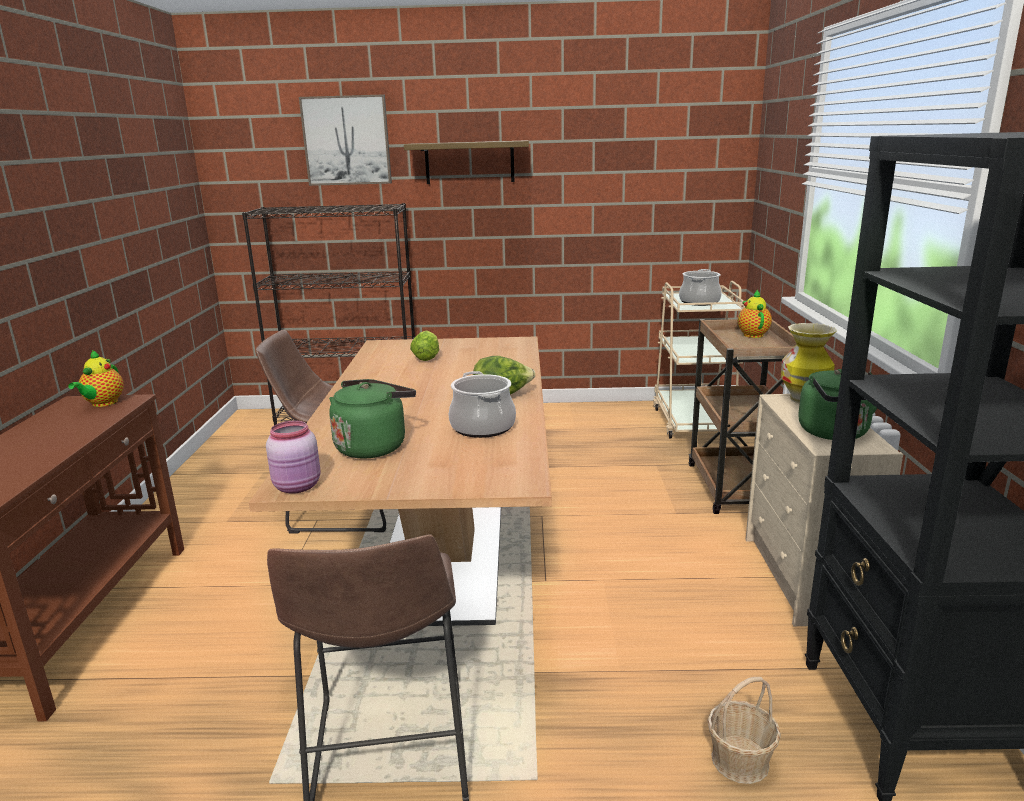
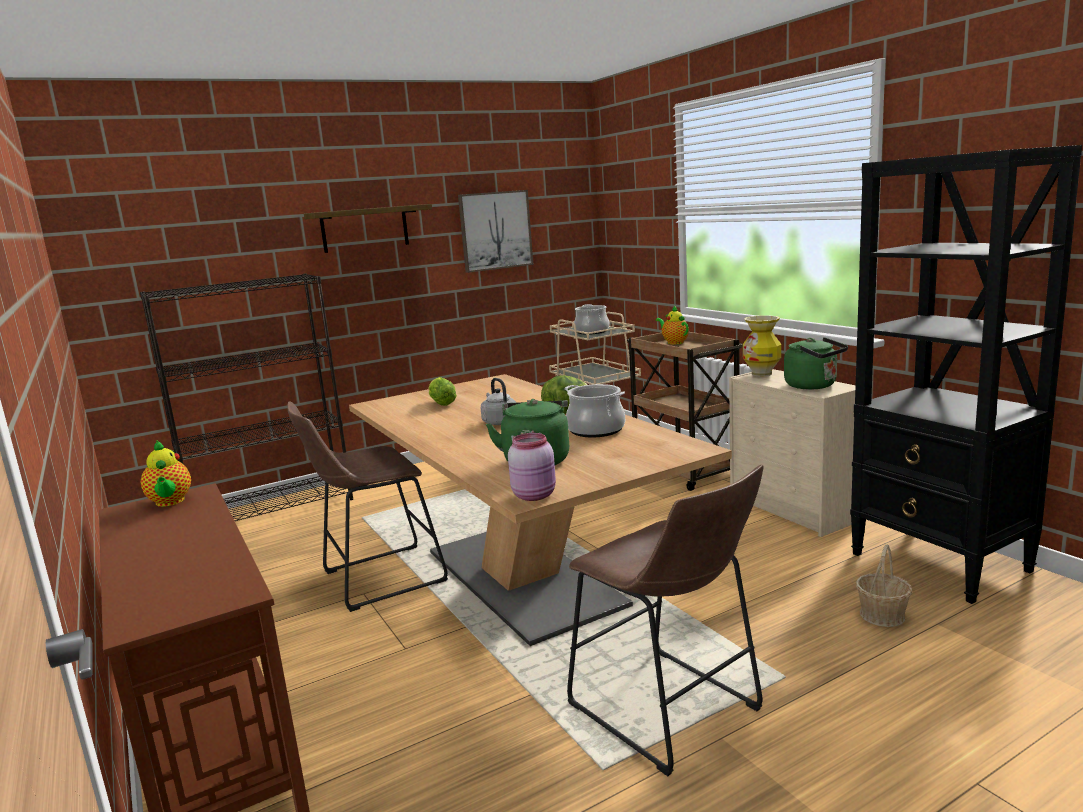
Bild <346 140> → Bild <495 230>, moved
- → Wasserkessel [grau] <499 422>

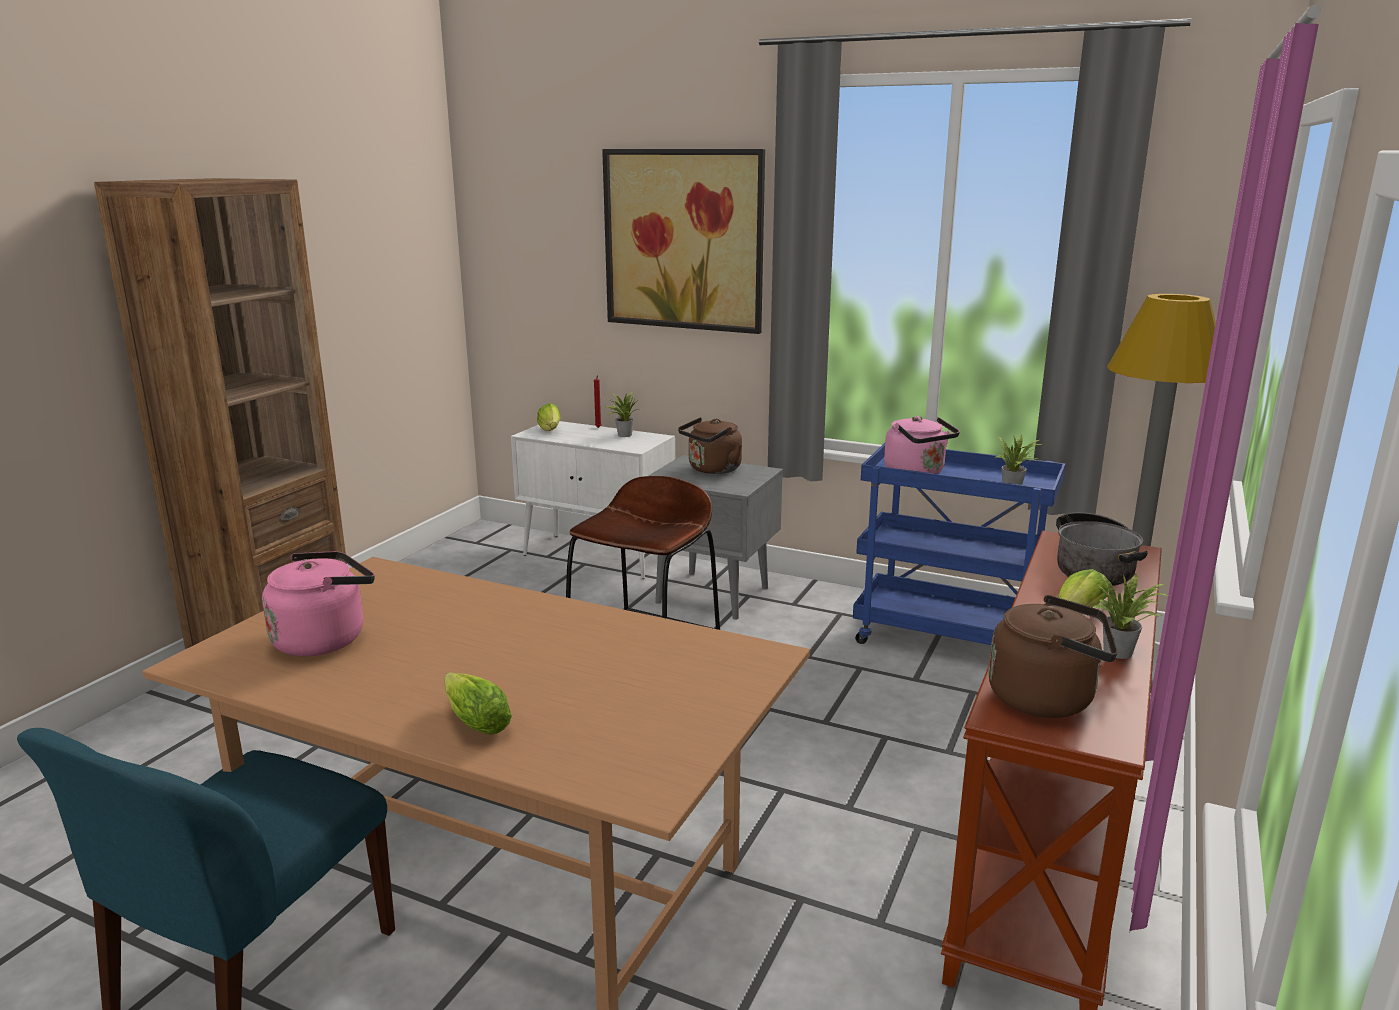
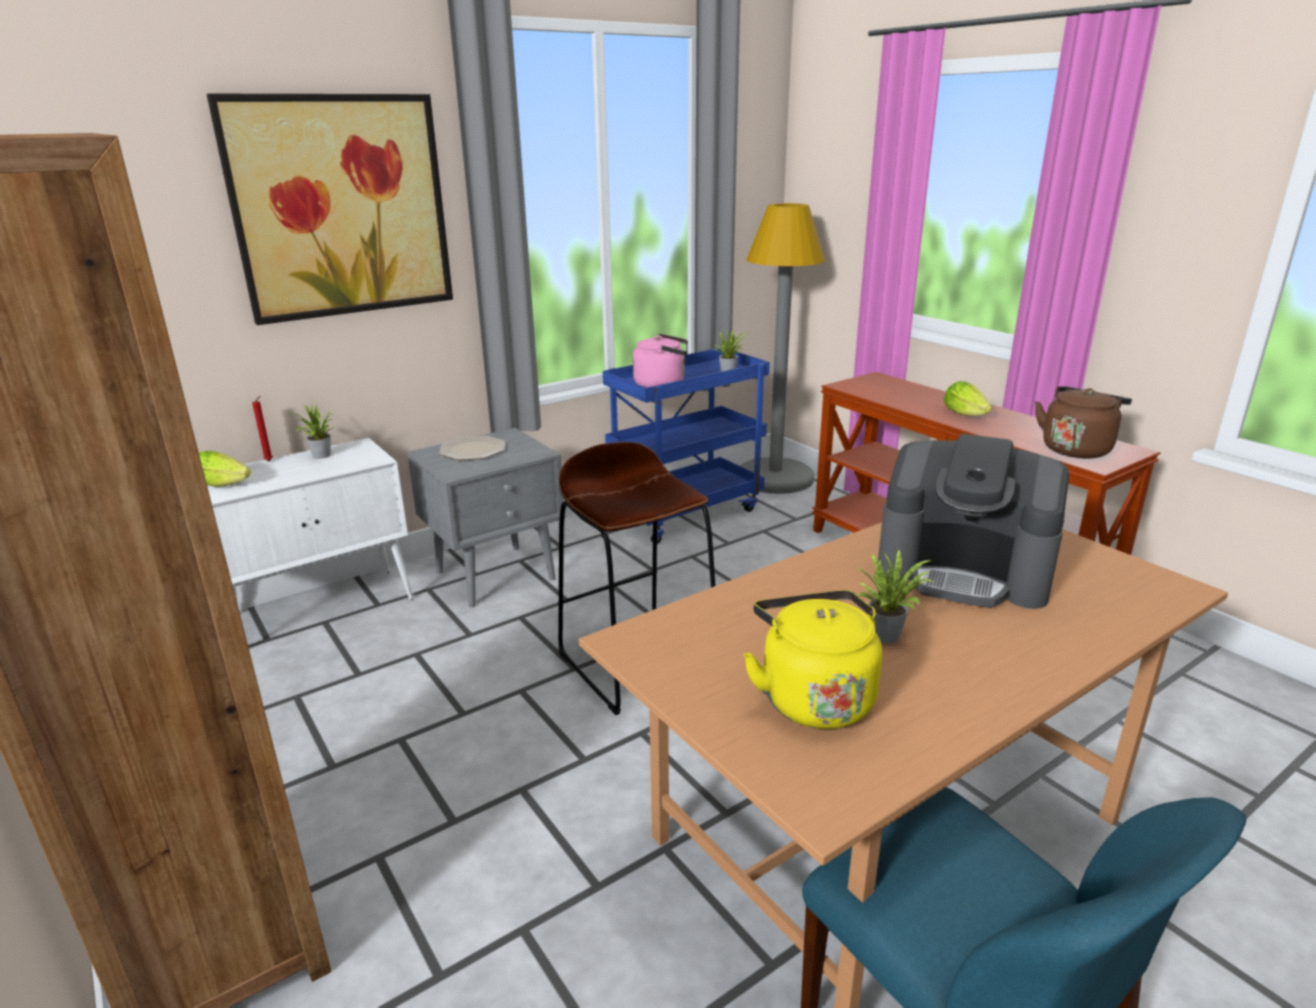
Wasserkessel [braun] <712 470> → Teller <472 450>
Kochtopf <1093 567> → -
Wasserkessel [rosa] <324 639> → Wasserkessel [gelb] <813 697>
Topfpflanze <1121 652> → Topfpflanze <886 634>, moved
Salatkopf <474 720> → -
- → Kaffeemaschine <964 571>

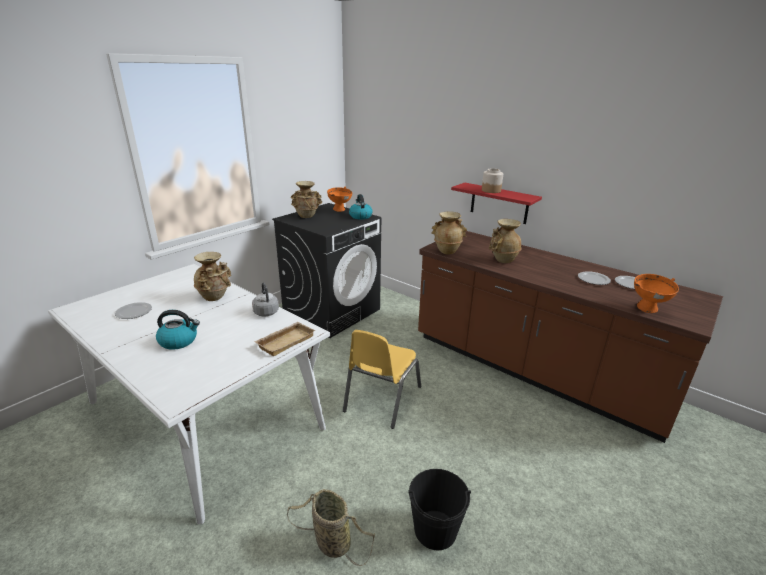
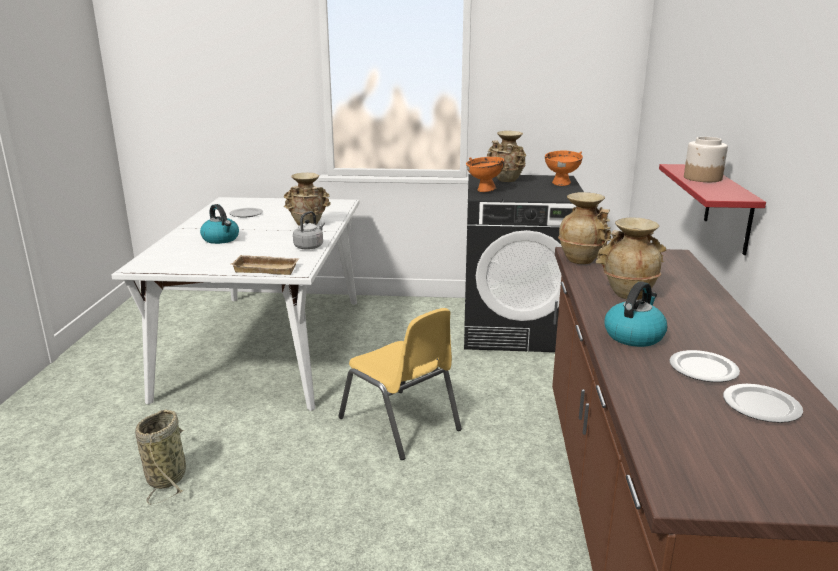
Wasserkessel <360 216> → Wasserkessel <634 335>, moved
Schüssel [orange] <648 310> → Schüssel [orange] <484 191>, moved
Stuhl [gelb] <381 398> → Stuhl [gelb] <400 424>, 120 degrees counterclockwise
Eimer [schwarz] <435 530> → -

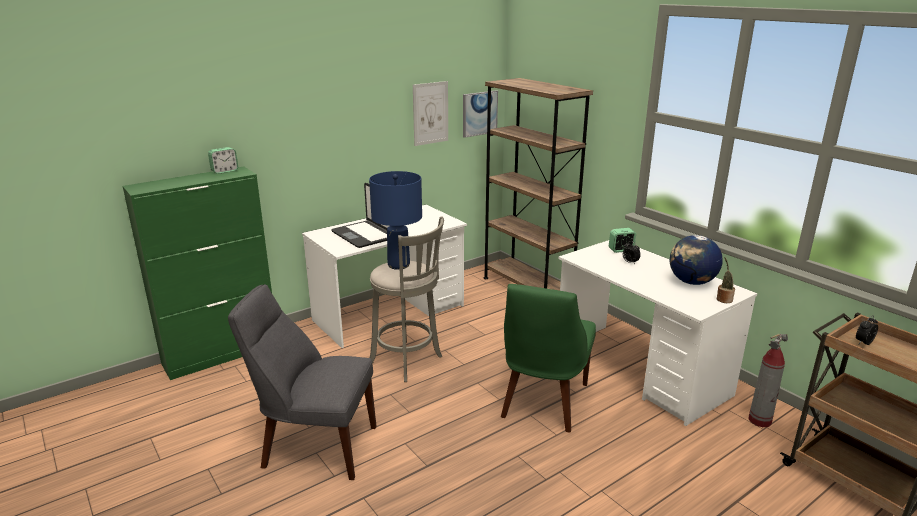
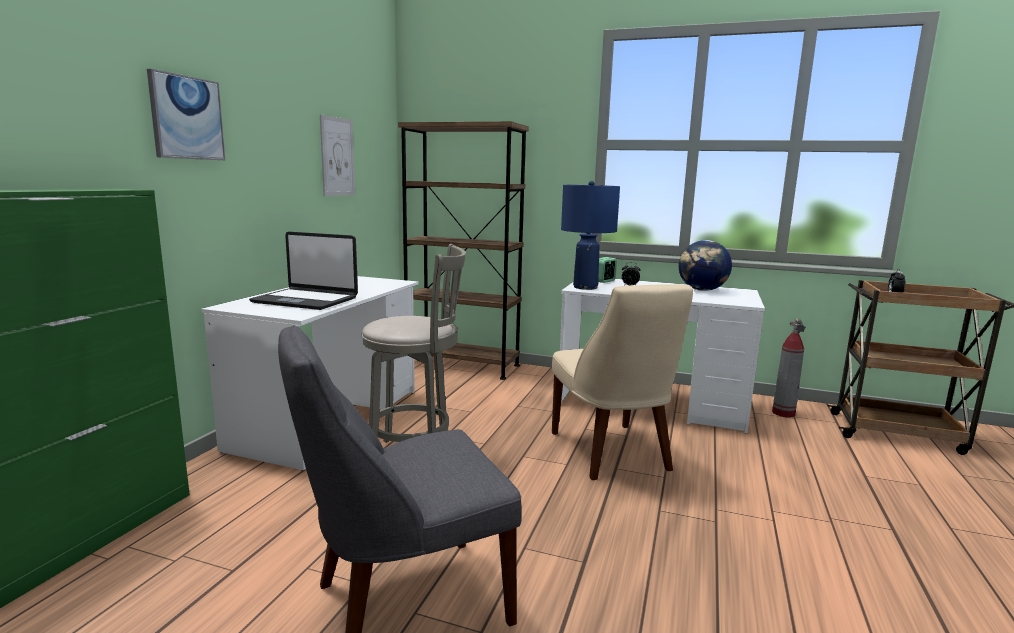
Bild <479 113> → Bild <186 118>, moved
Wecker <224 171> → -
Tischlampe [blau] <398 265> → Tischlampe [blau] <585 287>, moved
Topfpflanze <723 299> → -
Stuhl [grün] <543 403> → Stuhl [beige] <612 453>

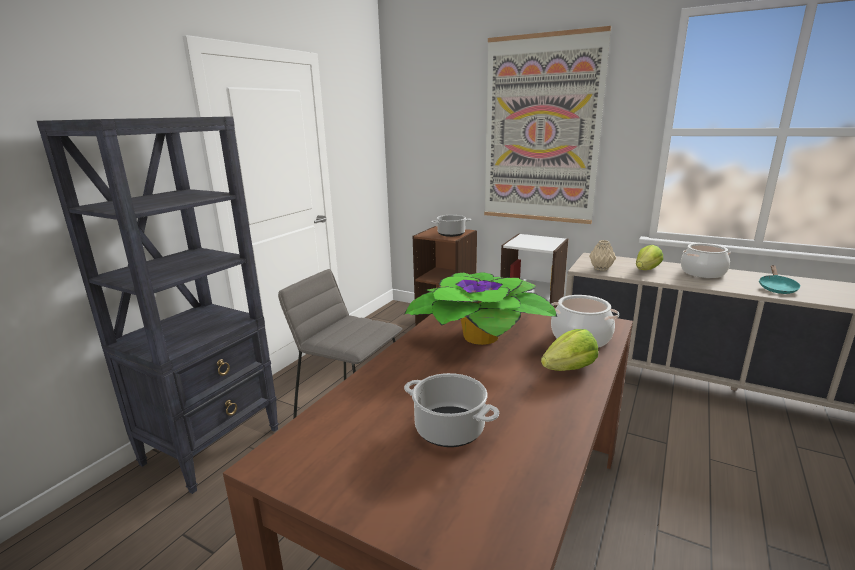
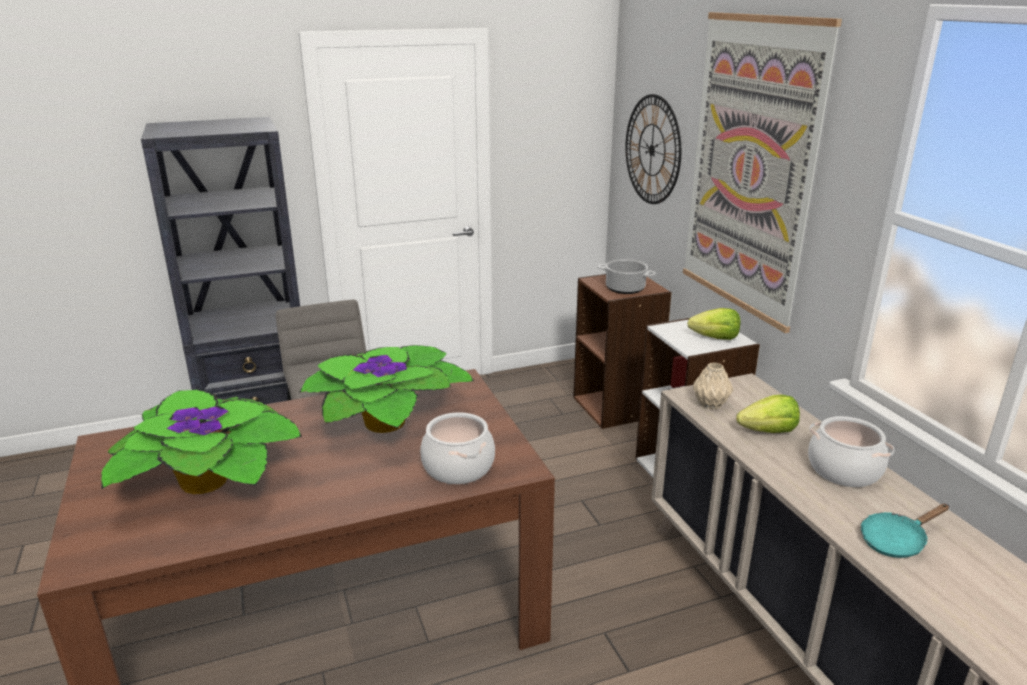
Salatkopf <569 369> → Salatkopf <715 338>, moved
Kochtopf <450 429> → Topfpflanze <210 480>
- → Wanduhr <652 150>

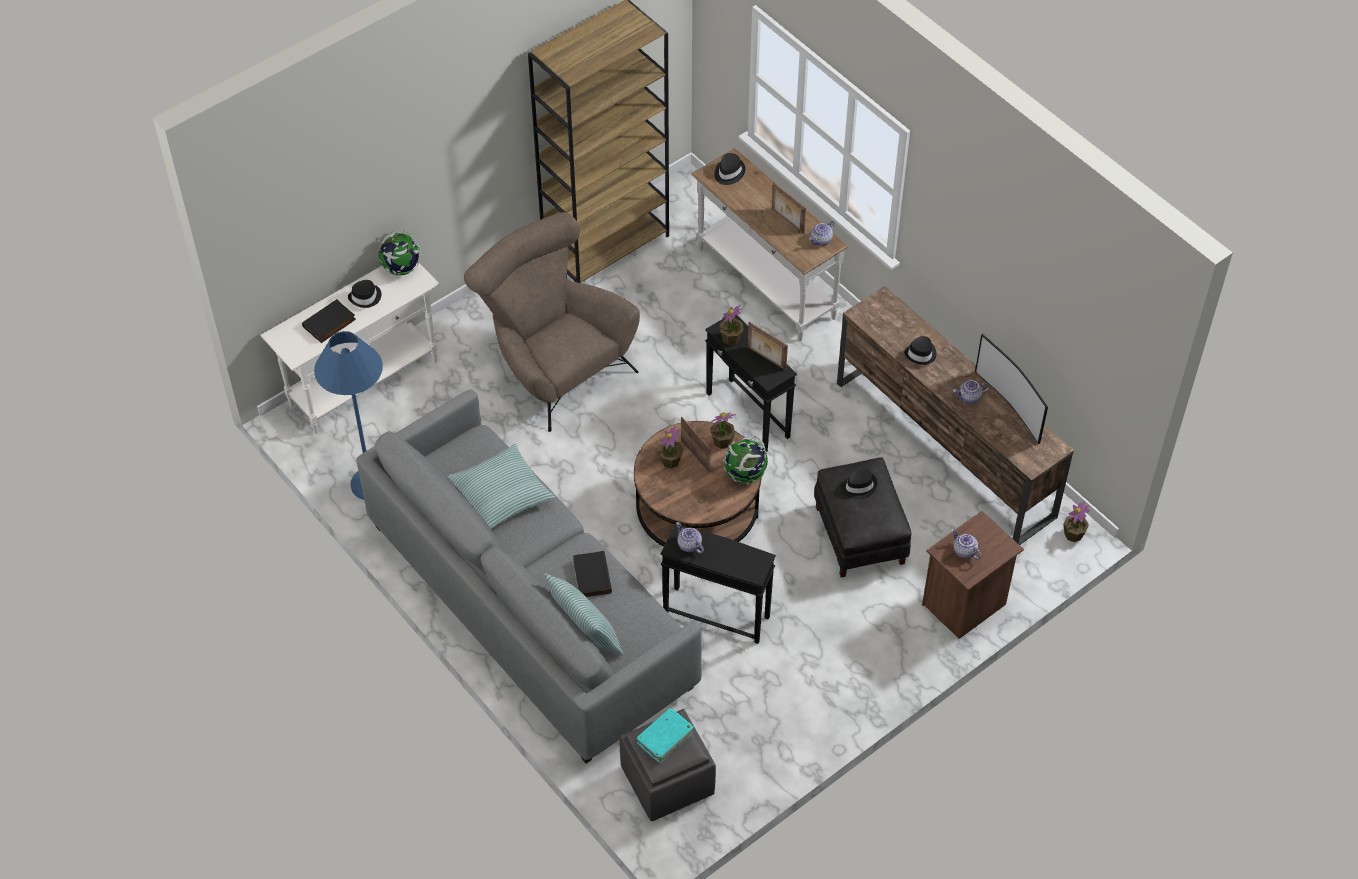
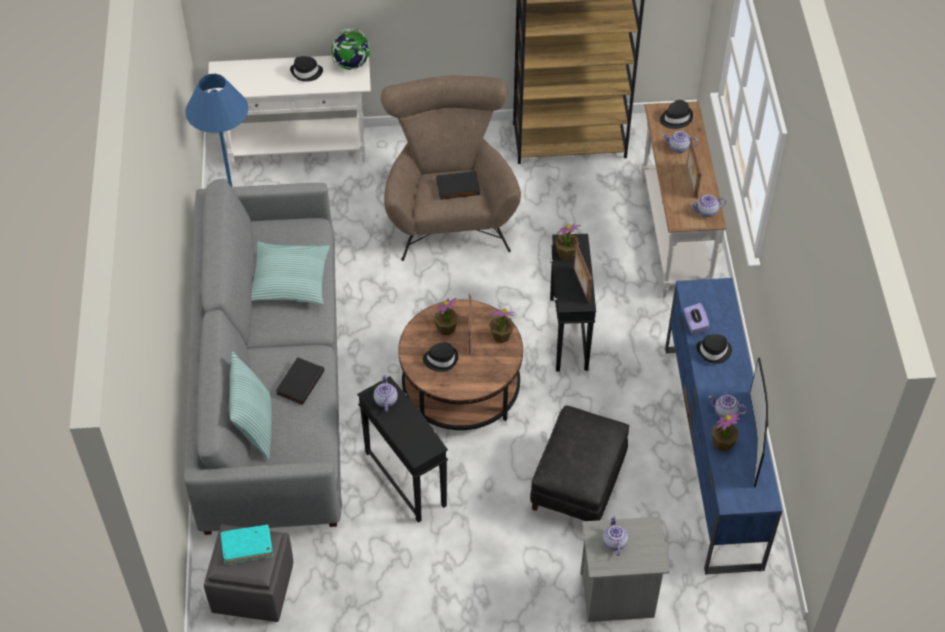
Fernsehschrank [braun] <944 450> → Fernsehschrank [blau] <711 455>
Buch [schwarz] <329 324> → Buch [schwarz] <458 188>, moved
Globus <745 474> → -
Hut [schwarz] <858 485> → Hut [schwarz] <441 359>, moved
Topfpflanze <1073 534> → Topfpflanze <722 443>, moved
Nachttisch [braun] <965 605> → Nachttisch [grau] <618 596>
- → Teekanne <678 147>
- → Taschentuchbox [lila] <694 324>

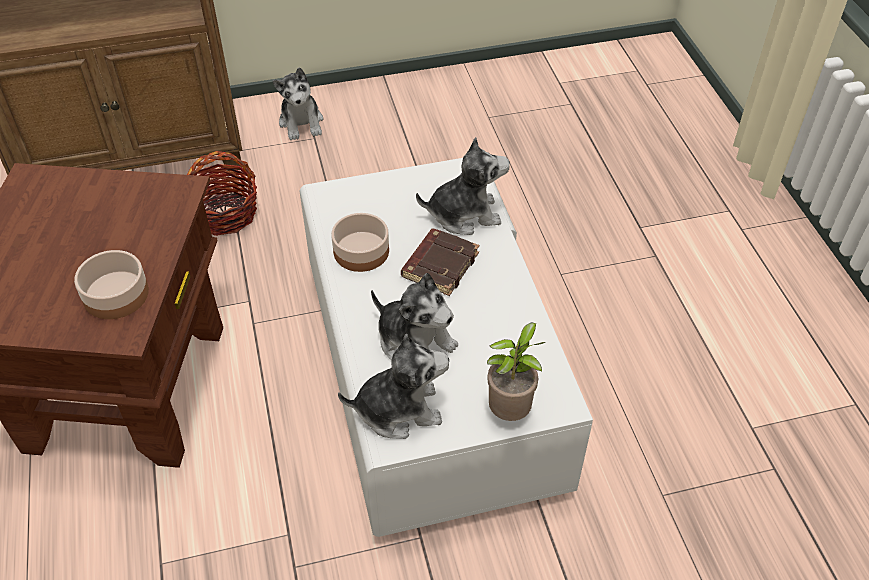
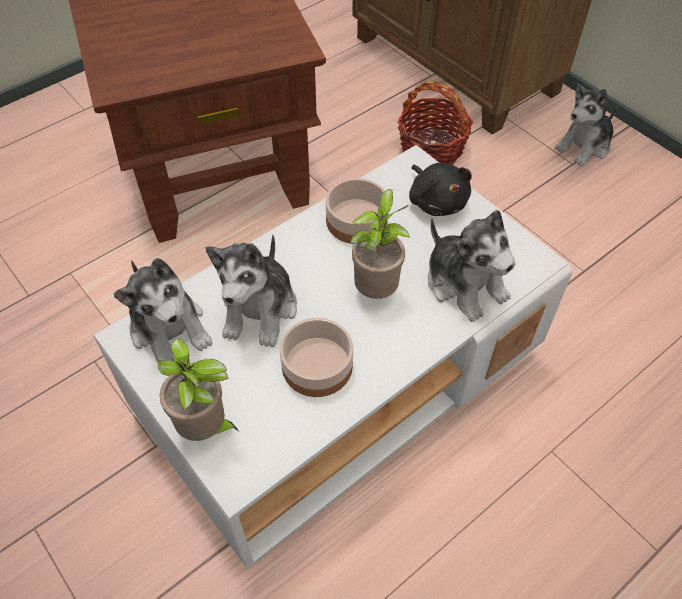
Buch [braun] <439 265> → Topfpflanze <377 290>
Schüssel <116 295> → Schüssel <316 366>, moved
- → Plüschtier [schwarz] <436 201>

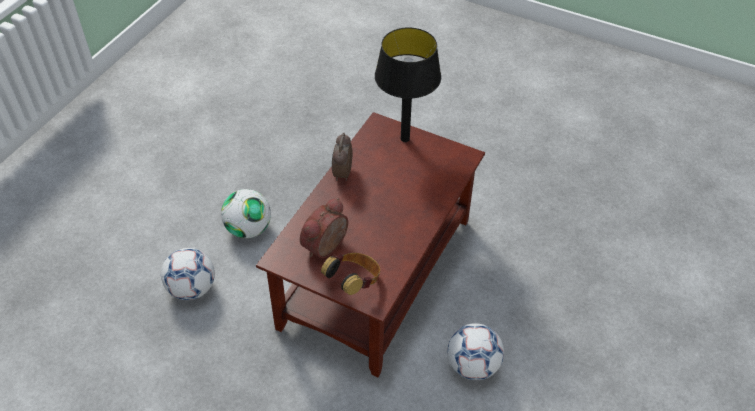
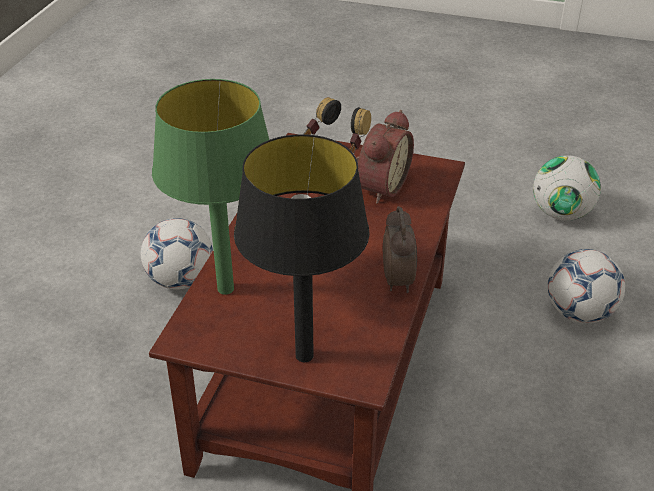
Fußball <248 229> → Fußball <561 214>, moved
- → Tischlampe [grün] <225 288>

